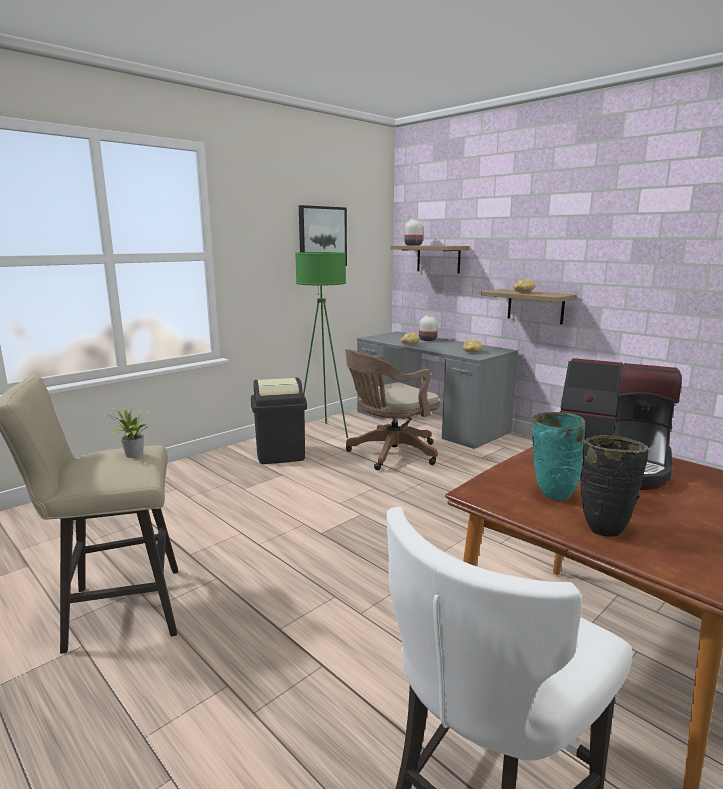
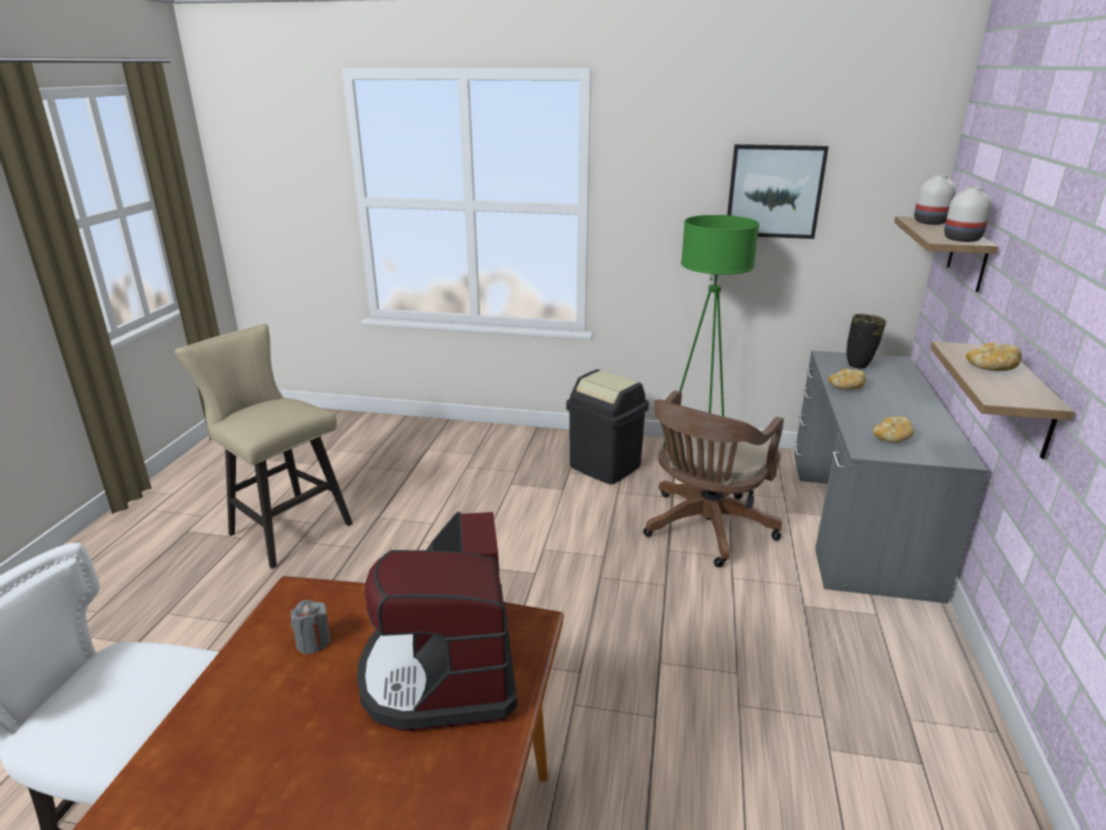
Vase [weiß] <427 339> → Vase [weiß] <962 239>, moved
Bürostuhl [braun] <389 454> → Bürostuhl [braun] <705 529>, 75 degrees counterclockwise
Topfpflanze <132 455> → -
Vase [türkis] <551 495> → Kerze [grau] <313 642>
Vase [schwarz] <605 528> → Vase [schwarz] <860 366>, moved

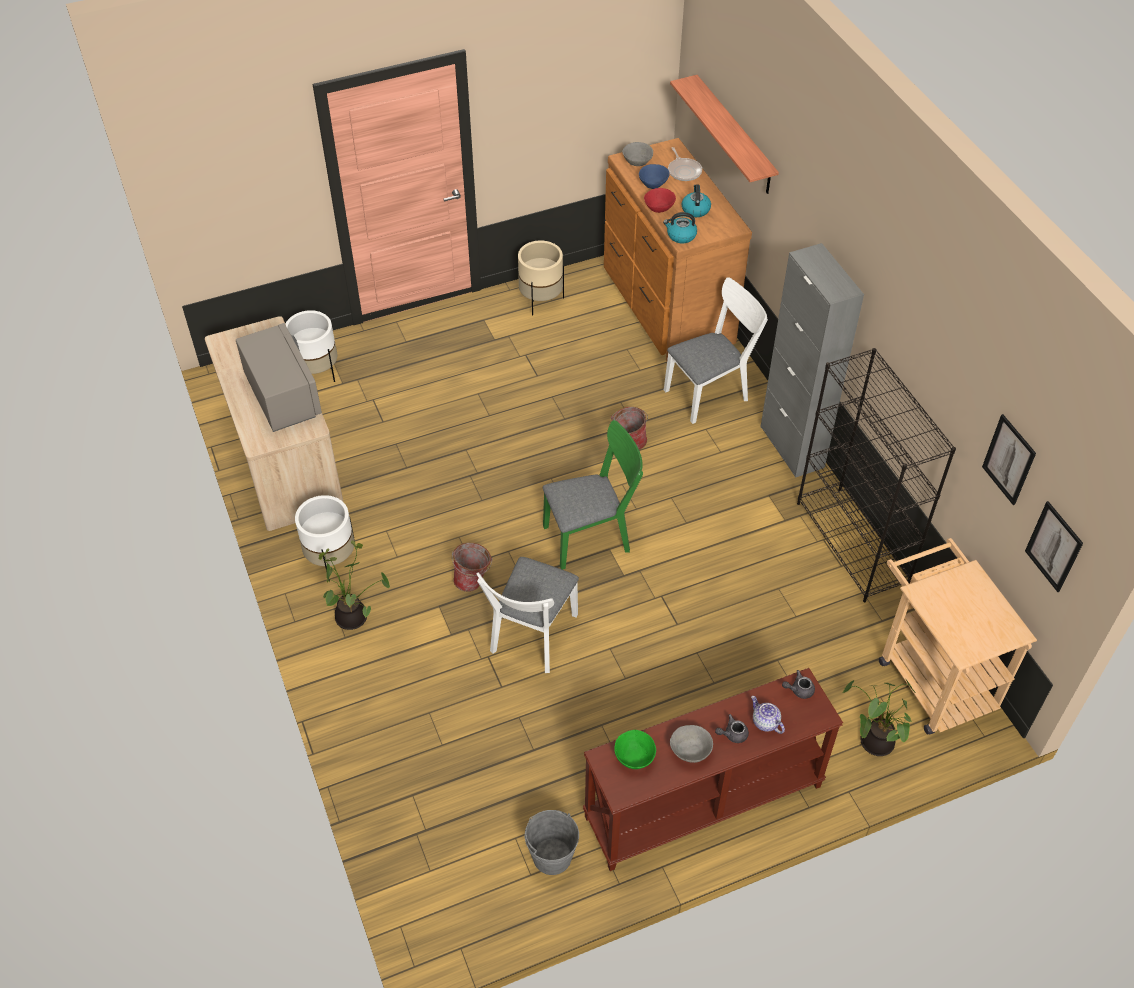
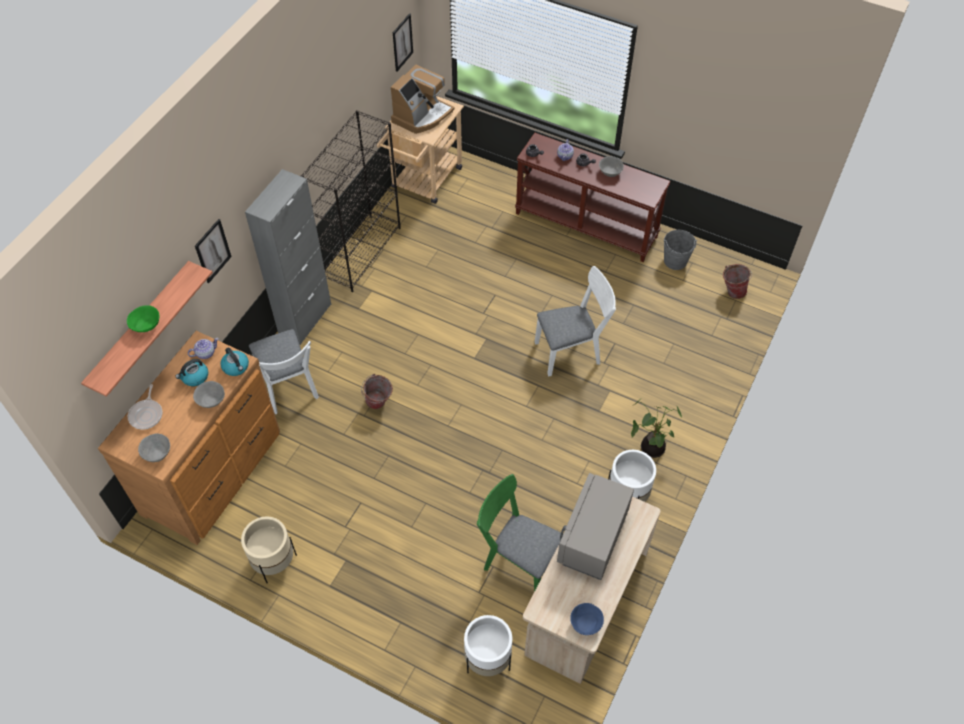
Pfanne <684 171> → Pfanne <147 414>, 150 degrees clockwise
Schüssel [blau] <653 184> → Schüssel [blau] <585 624>, moved
Schüssel [rot] <659 208> → Schüssel [grau] <211 401>
Stuhl [weiß] <711 392> → Stuhl [weiß] <289 389>, 135 degrees counterclockwise
Bild <1009 459> → Bild <213 251>, moved
Stuhl [grün] <593 536> → Stuhl [grün] <517 560>, moved
Eimer <473 581> → Eimer <732 291>, moved
Topfpflanze <873 741> → -
Schüssel [grün] <635 757> → Schüssel [grün] <146 325>, moved
- → Kaffeemaschine <422 116>
- → Teekanne <205 353>

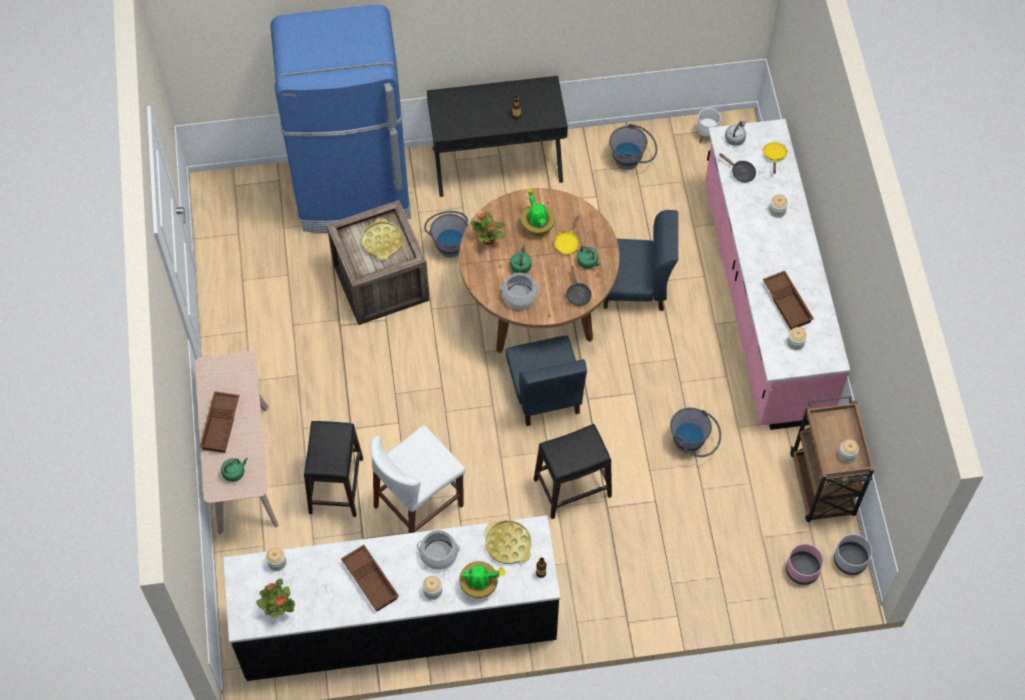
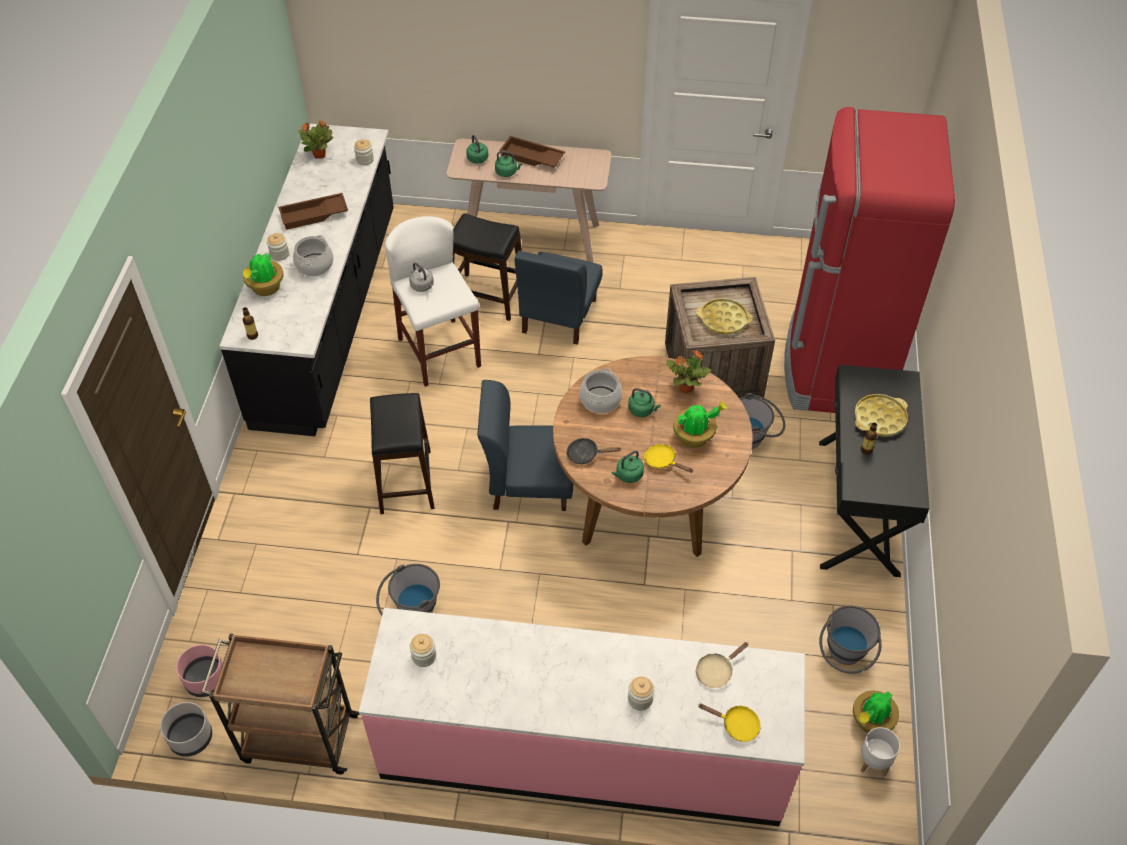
Kühlschrank [blau] <354 194> → Kühlschrank [rot] <835 367>
Wasserkessel [grau] <735 138> → Wasserkessel [grau] <423 286>, moved
Pfanne [schwarz] <740 172> → Pfanne [beige] <716 671>
Stuhl [blau] <633 287> → Stuhl [blau] <558 316>, moved
Tablett [braun] <788 303> → -
Vorratsglas <847 455> → -
Tablett [gelb] <508 544> → Tablett [gelb] <879 419>, moved
- → Wasserkessel [grün] <507 172>
- → Topfpflanze <870 722>

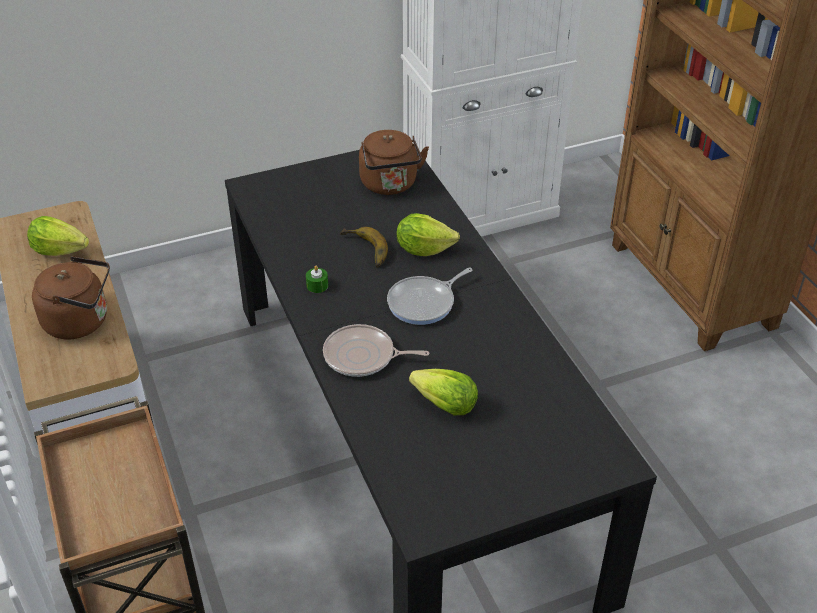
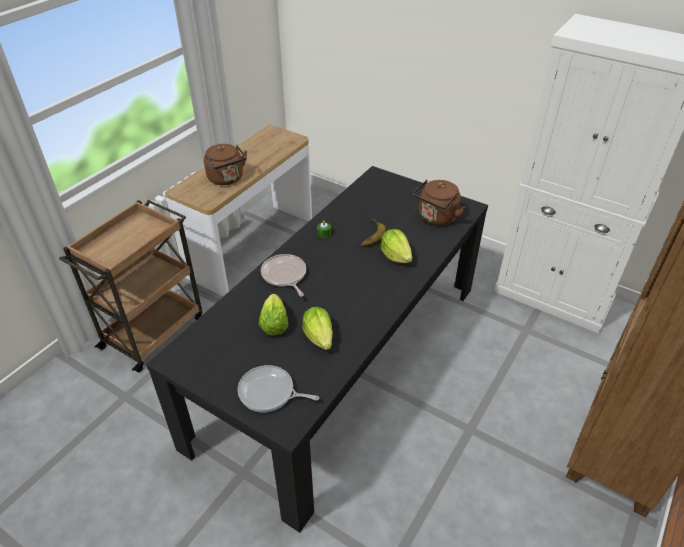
Salatkopf <59 250> → Salatkopf <319 337>, moved
Pfanne <424 303> → Pfanne <269 393>, moved

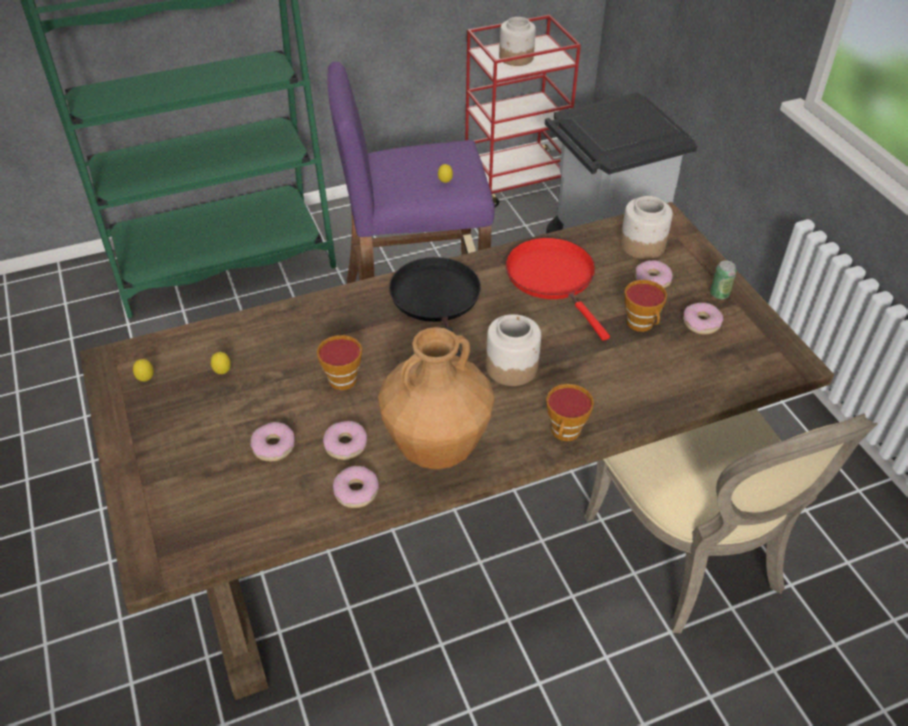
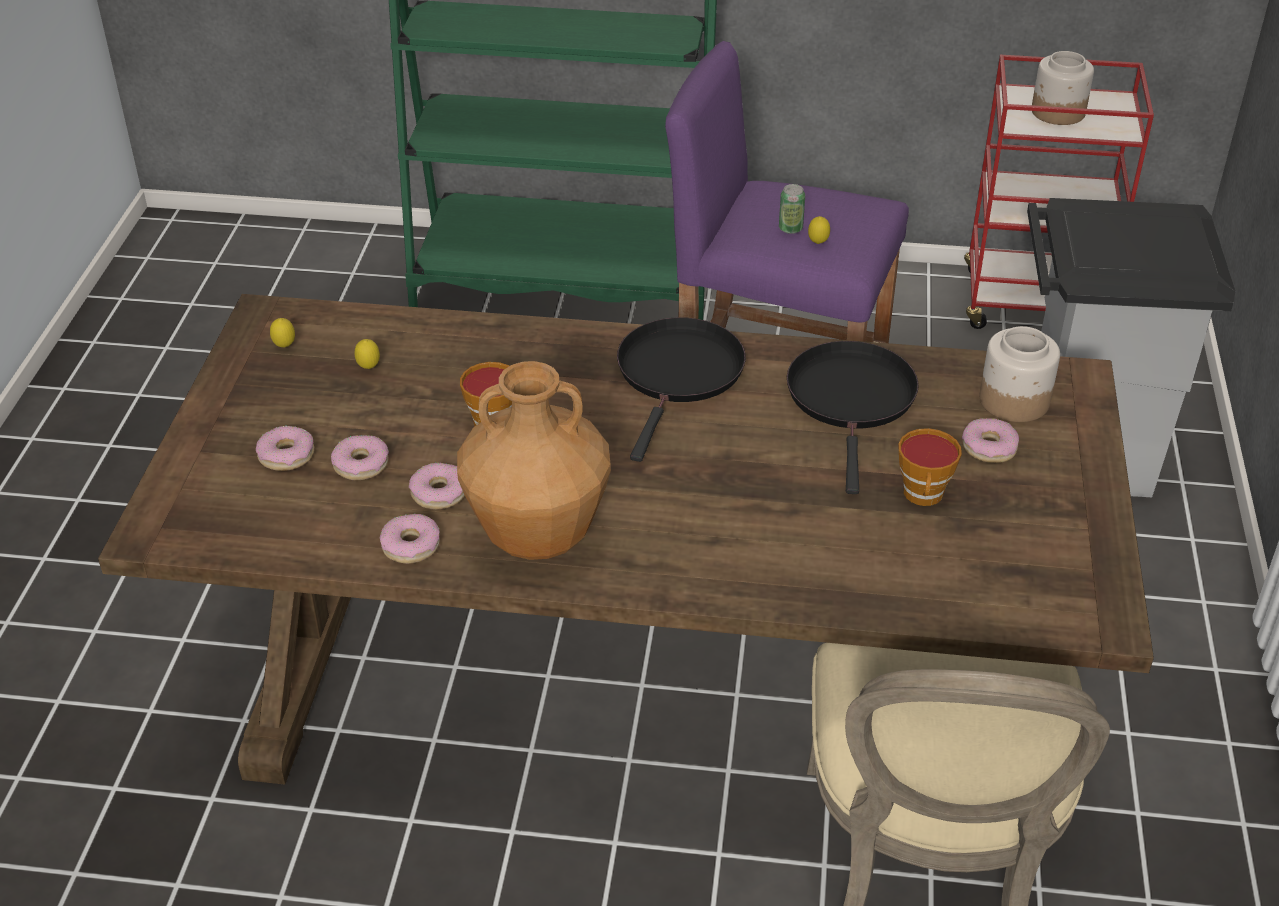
Pfanne [rot] <553 278> → Pfanne [schwarz] <852 400>
Dose <719 294> → Dose <790 228>, moved
Donut <701 323> → Donut <286 455>, moved
Vorratsglas <511 367> → -
Tasse <565 433> → -

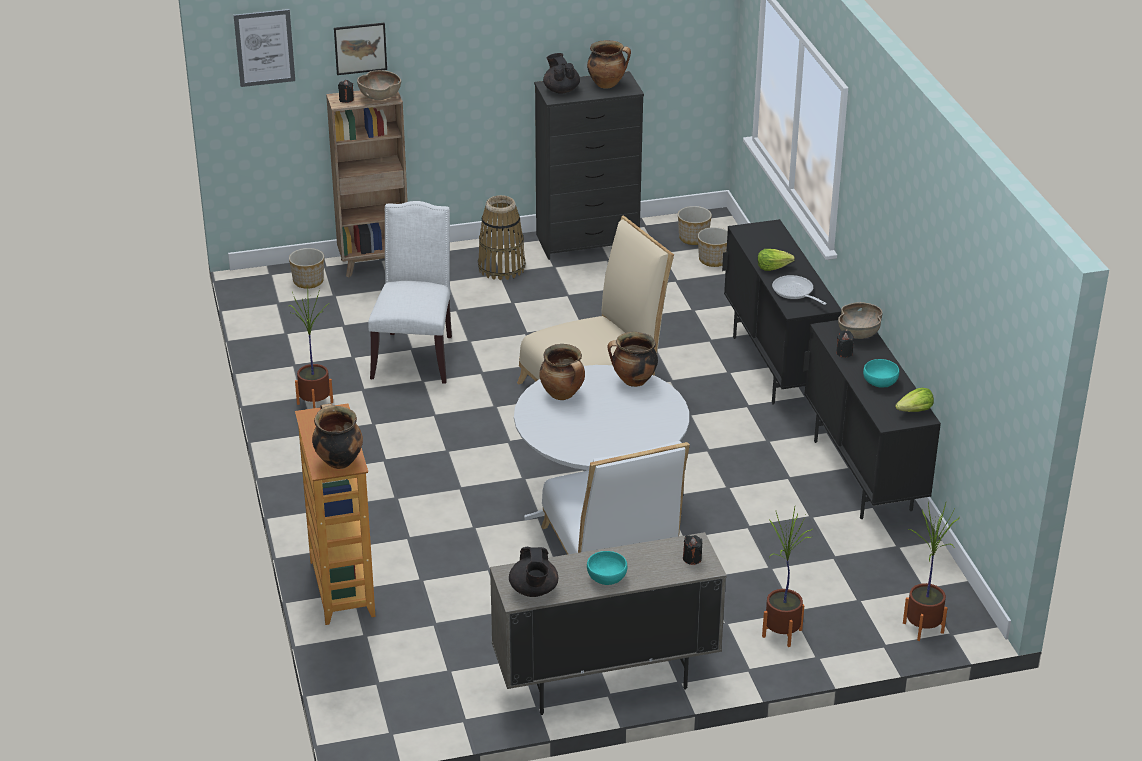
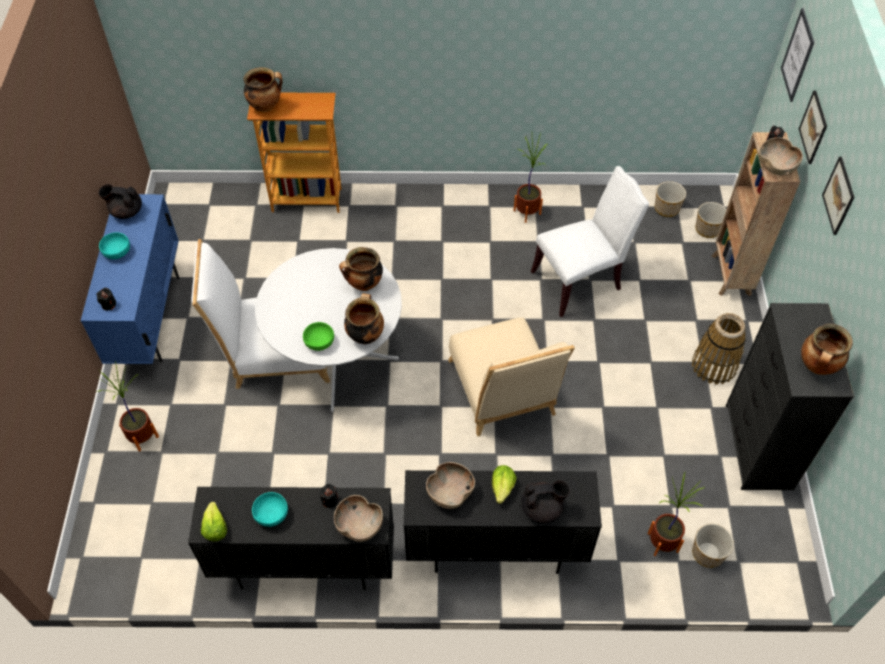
Teekanne [schwarz] <561 90> → Teekanne [schwarz] <542 508>, moved
Stuhl [weiß] <415 355> → Stuhl [weiß] <580 281>, 45 degrees counterclockwise
Pflanzkübel <694 238> → Pflanzkübel <667 209>, moved
Pfanne <795 292> → Schüssel [braun] <449 492>
Topfpflanze <923 628> → Topfpflanze <662 542>, moved
Schrank [beige] <605 681> → Schrank [blau] <149 318>
- → Bild <839 196>
- → Schüssel [grün] <320 342>

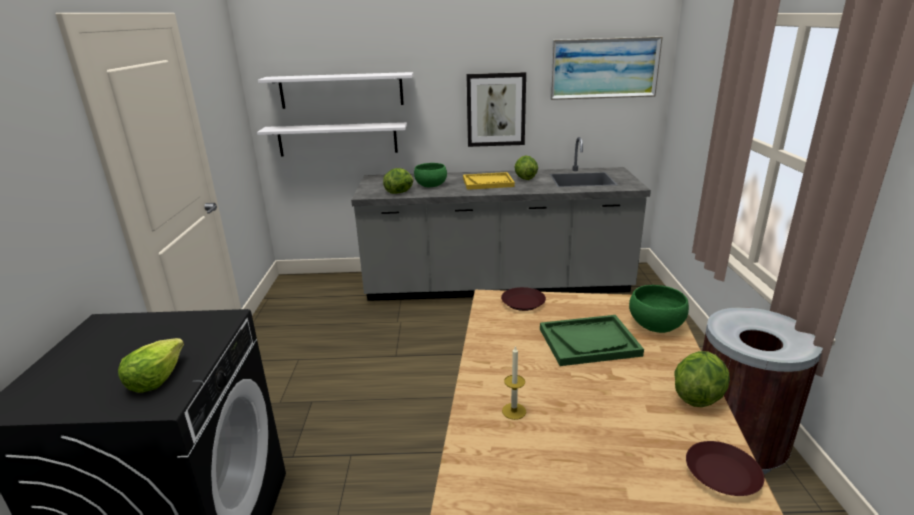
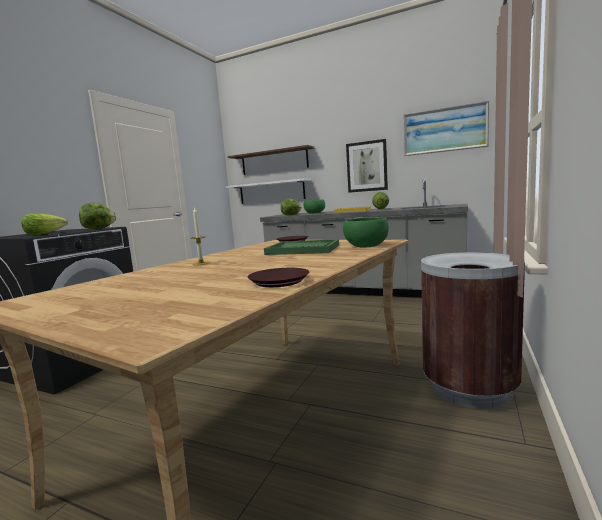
Wandregal [weiß] <341 90> → Wandregal [braun] <274 161>
Salatkopf <697 396> → Salatkopf <99 228>, moved

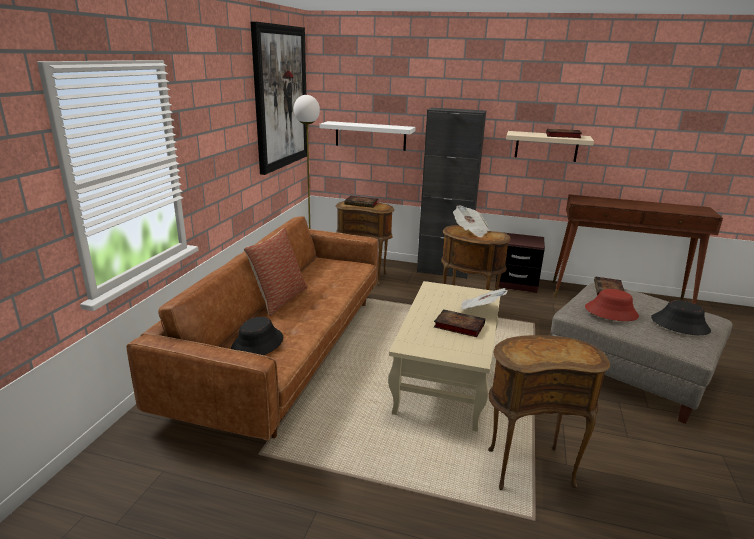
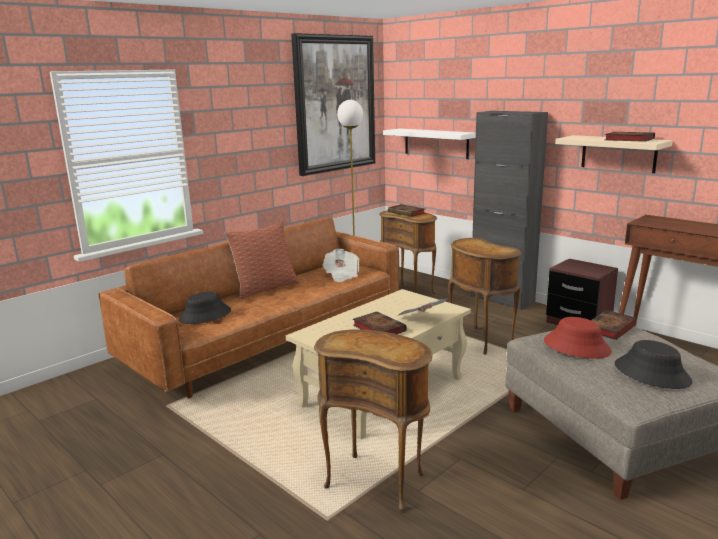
Zeitung <470 231> → Zeitung <341 275>, moved

